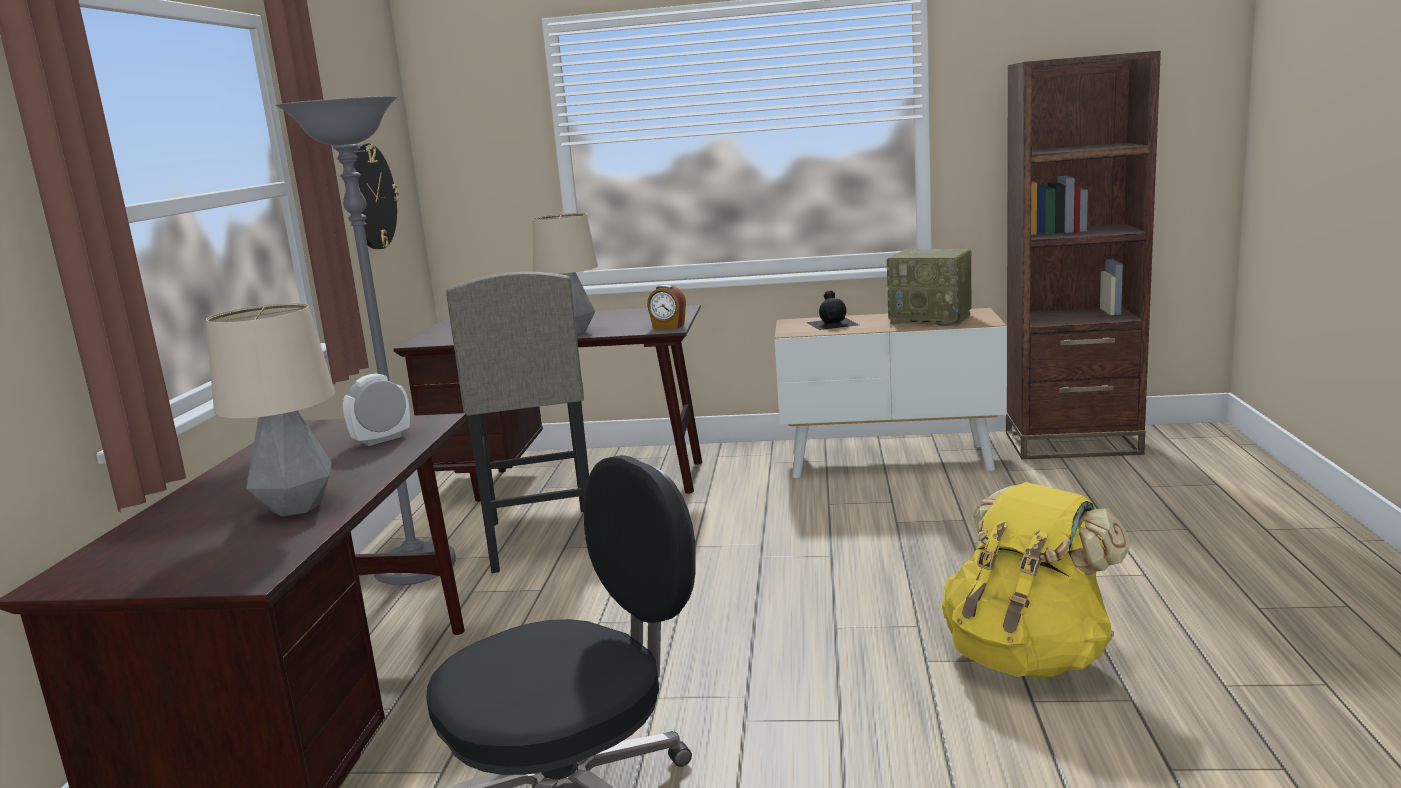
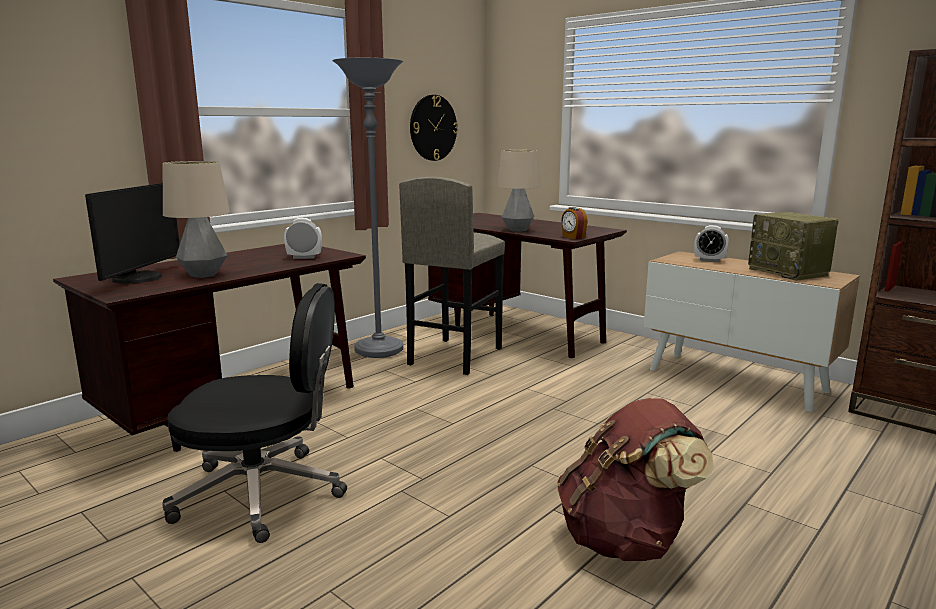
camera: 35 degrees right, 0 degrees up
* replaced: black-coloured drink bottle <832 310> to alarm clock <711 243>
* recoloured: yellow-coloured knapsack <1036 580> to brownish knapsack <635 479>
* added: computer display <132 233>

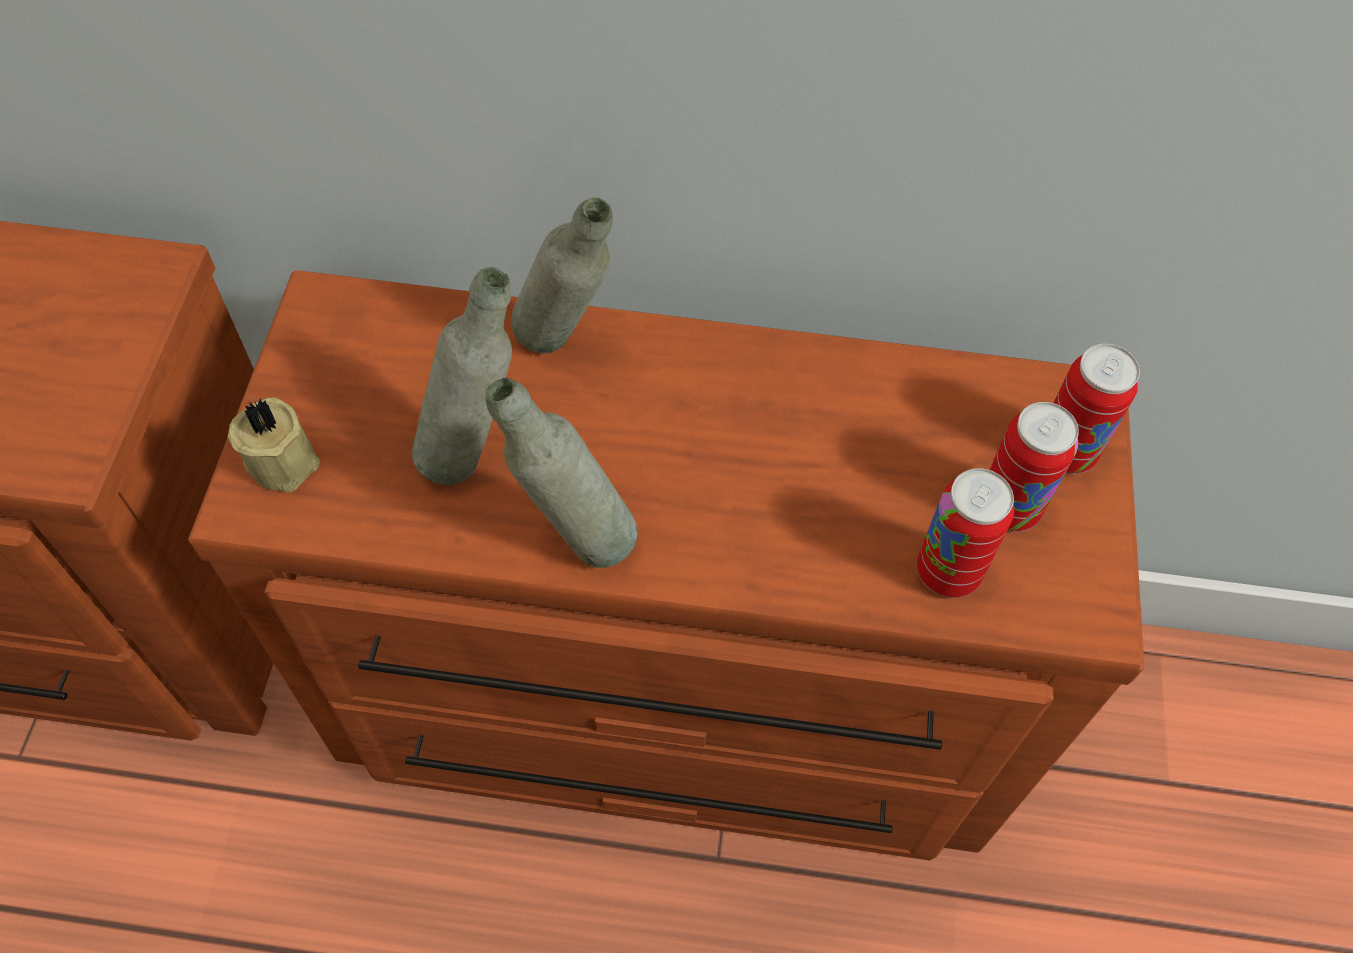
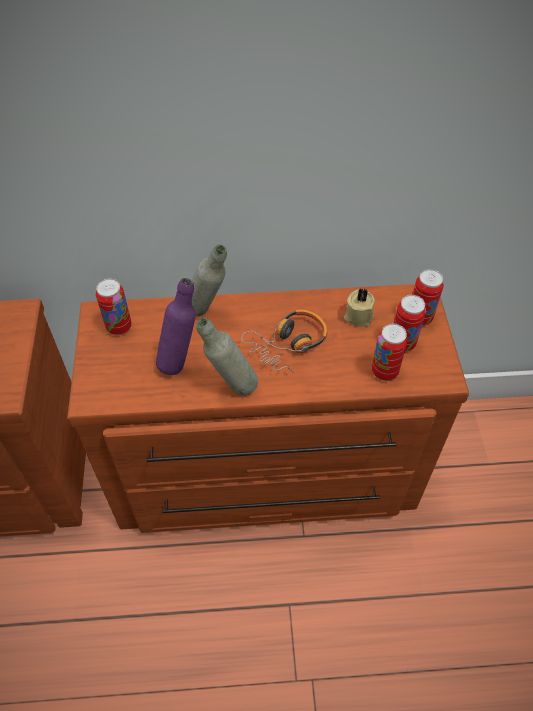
camera: 10 degrees left, 5 degrees down
* moved: beige-coloured candle <274 444> to <359 307>
* recoloured: gray drink bottle <462 376> to purple drink bottle <176 326>
* added: metal can <114 306>
* added: pair of headphones <284 341>

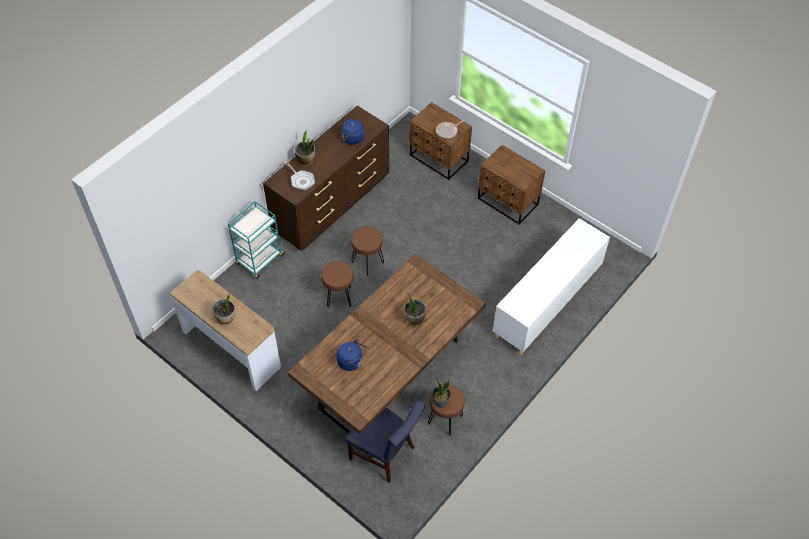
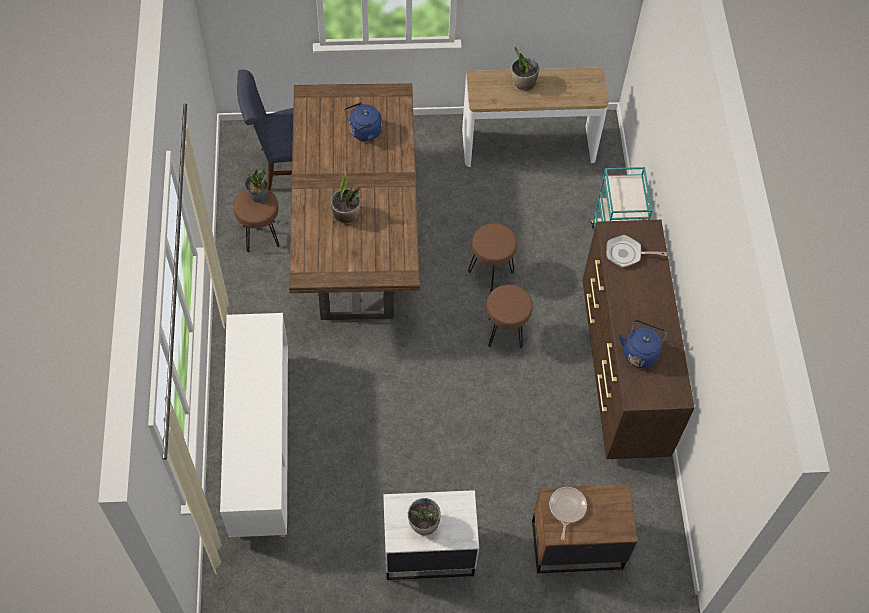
camera: 135 degrees right, 5 degrees up
* moved: potted plant <305 148> to <424 517>
* recoloured: brownish bedside table <511 185> to white-coloured bedside table <431 535>

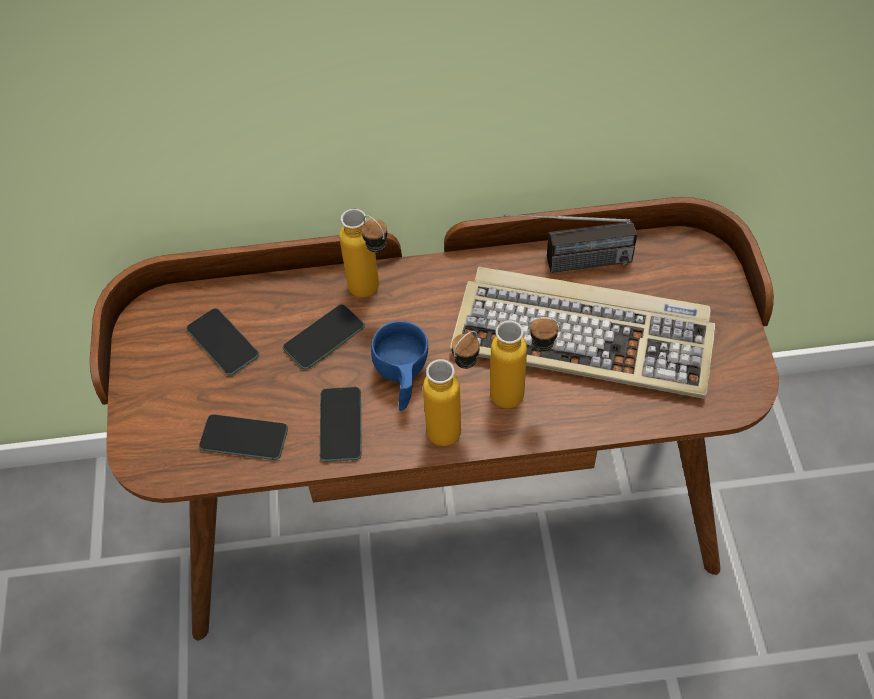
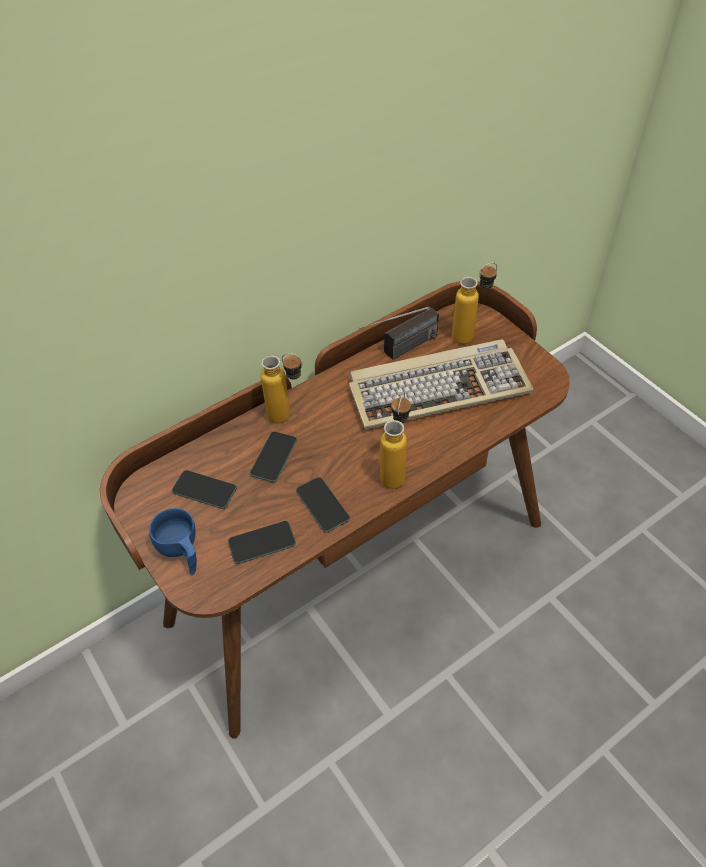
camera: 30 degrees left, 5 degrees down
* moved: blue-coloured cup <399 366> to <173 541>
* moved: drink bottle <525 362> to <474 303>

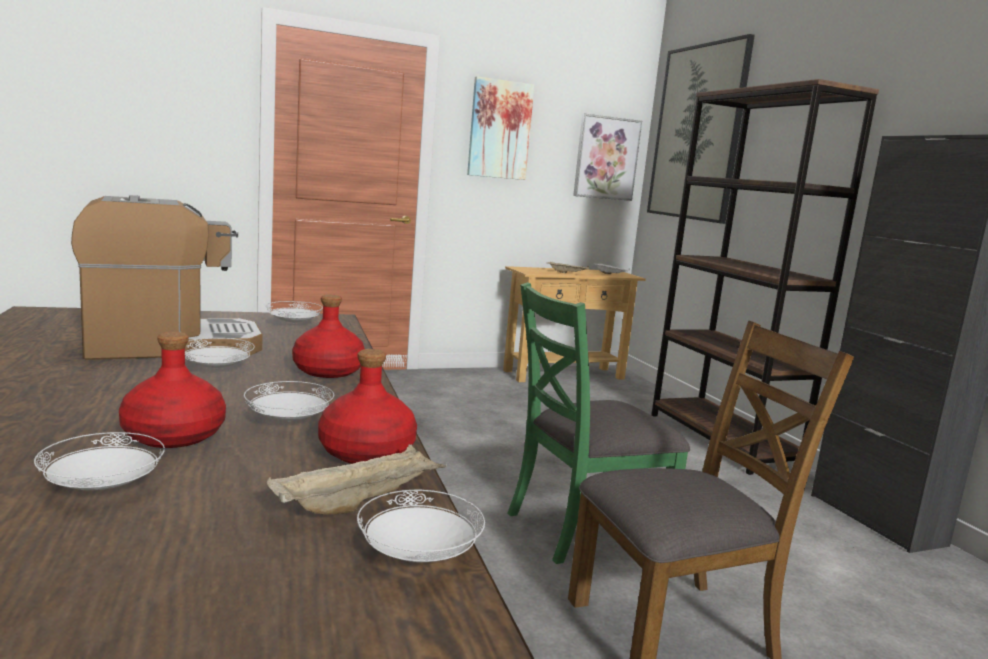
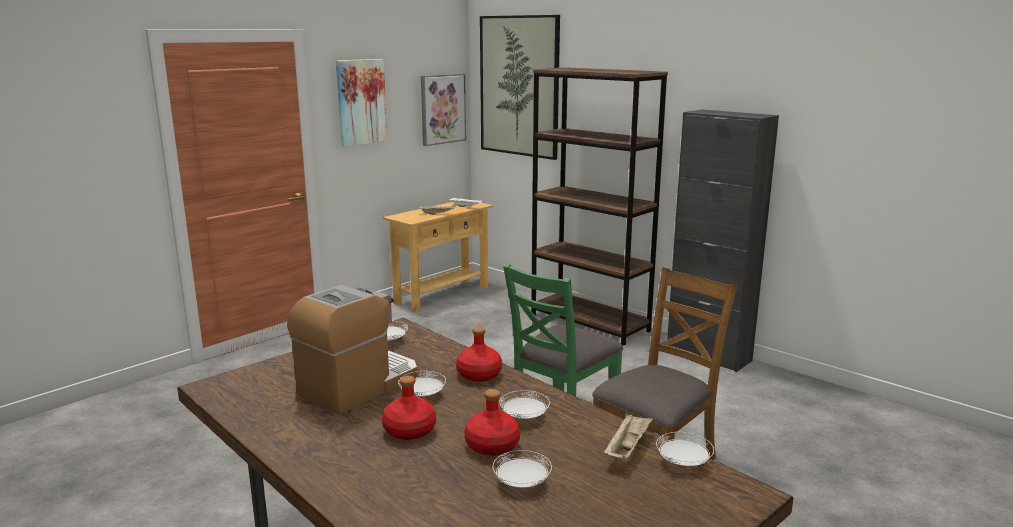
camera: 25 degrees left, 5 degrees up
* moved: red drink bottle <367 406> to <409 408>

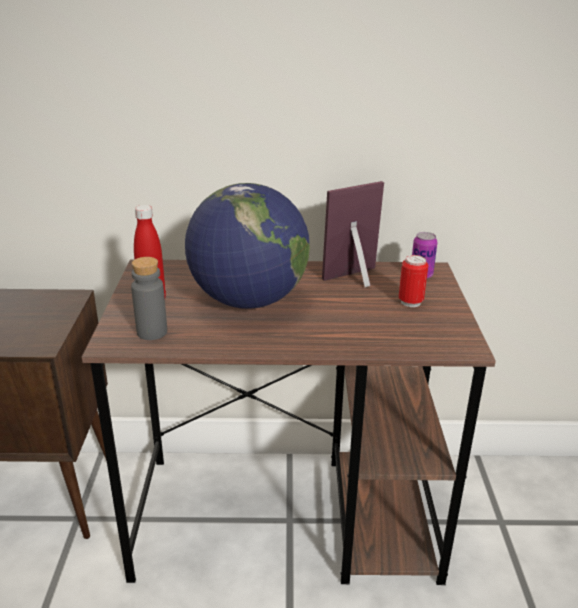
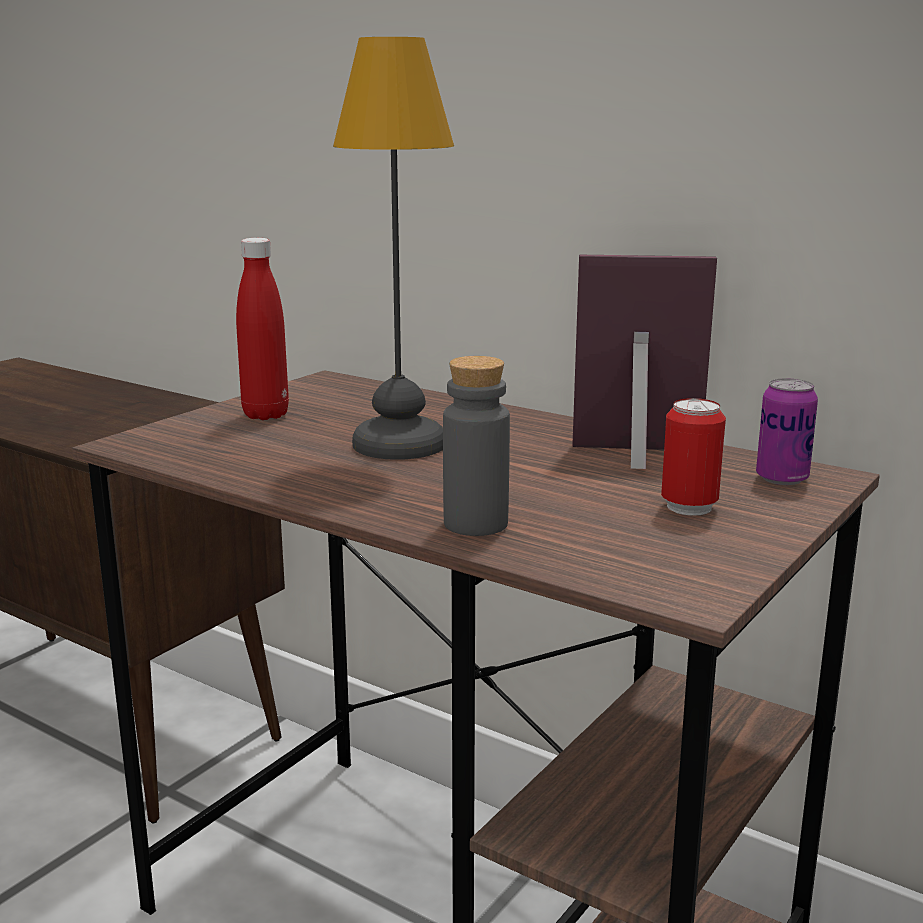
camera: 35 degrees right, 10 degrees down
* moved: gray drink bottle <149 298> to <476 446>
* replaced: world globe <247 246> to tabletop lamp <393 248>

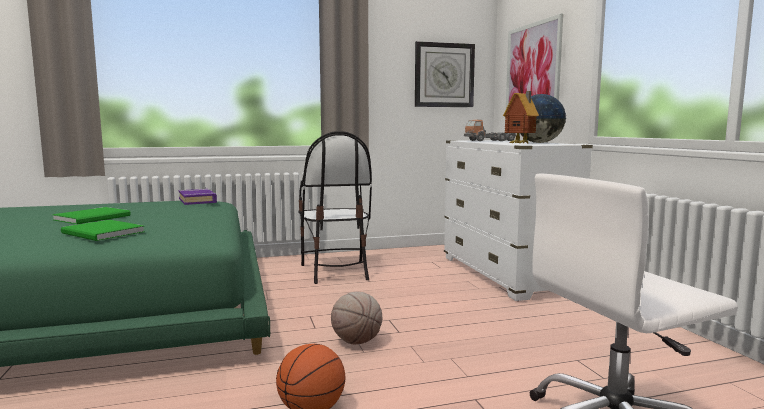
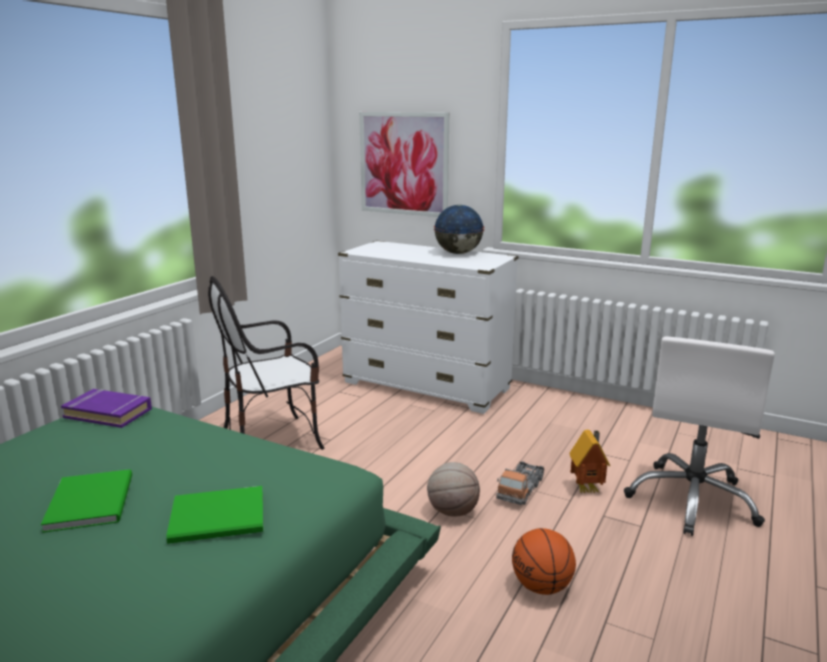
camera: 45 degrees left, 10 degrees up
* turned: chair <335 207> = <266 363> 120 degrees clockwise
* removed: hanging clock <445 74>
* moved: toy lorry <490 130> to <520 483>
* moved: model house <521 117> to <589 461>

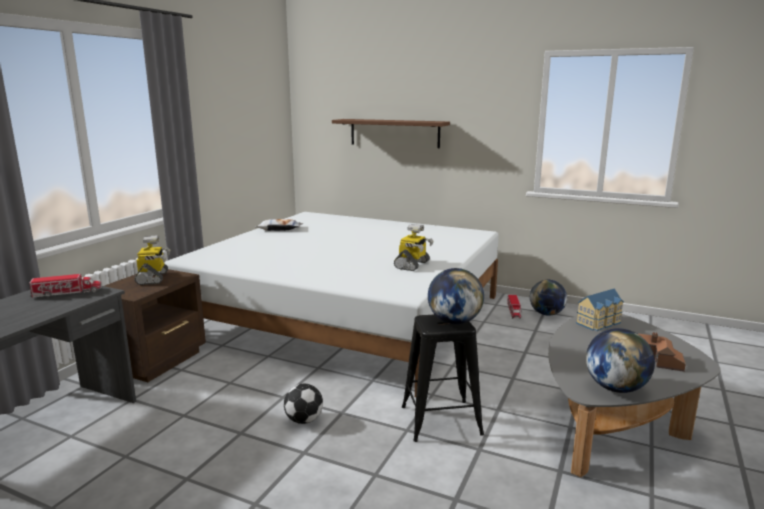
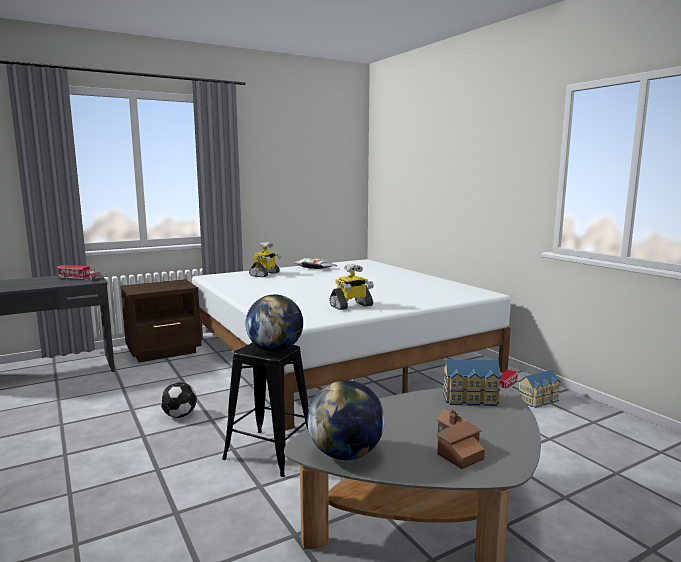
camera: 35 degrees right, 5 degrees down
* moved: robot figure <152 260> to <265 259>
* removed: brownish shelf <391 133>
* replaced: world globe <548 298> to model house <539 388>

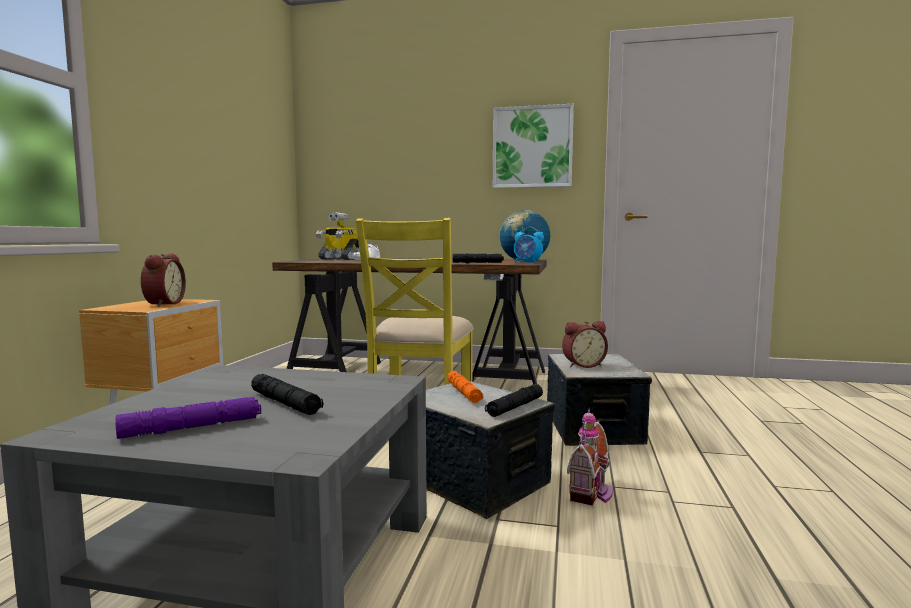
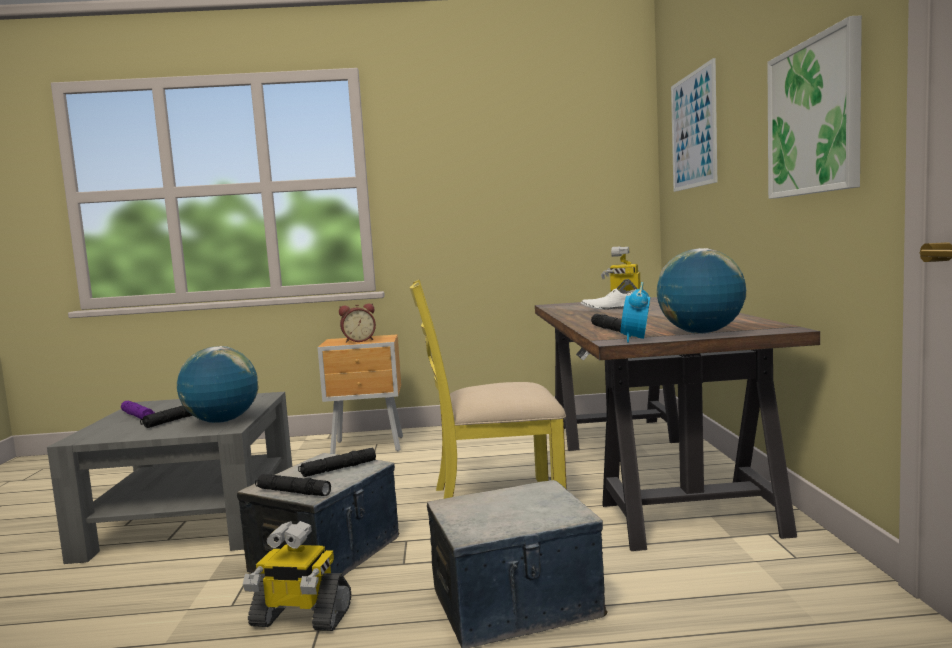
camera: 75 degrees right, 0 degrees up
* recoloured: orangey torch <465 387> to black-coloured torch <337 462>
* removed: alarm clock <585 344>
* replaced: model house <590 456> to robot figure <297 576>
* added: world globe <218 384>
* added: picture <694 125>

